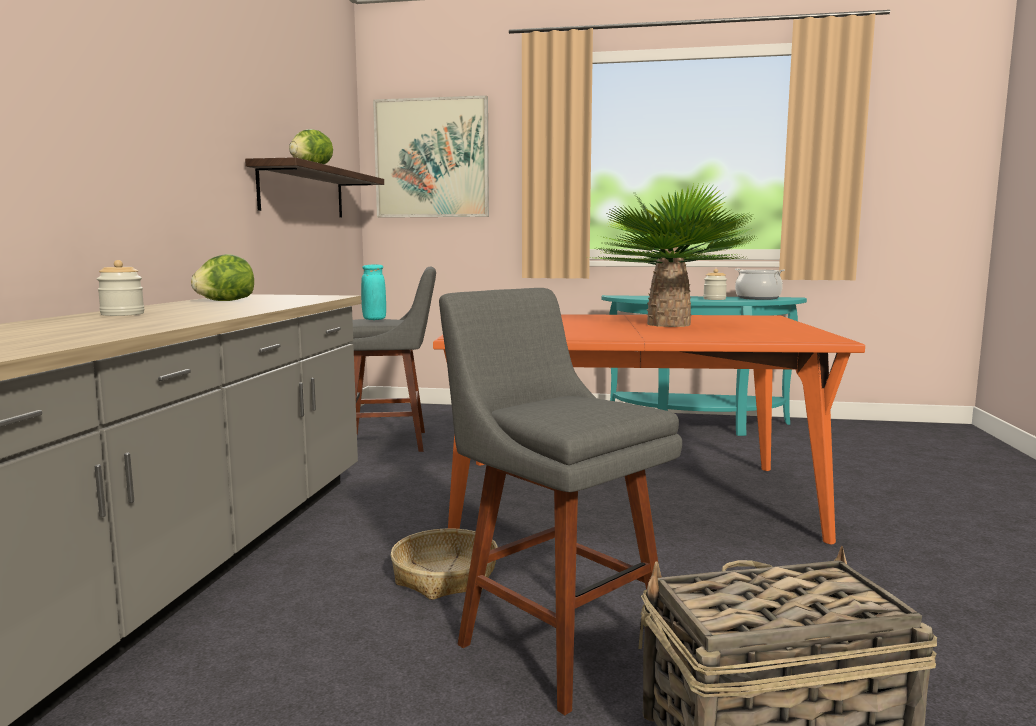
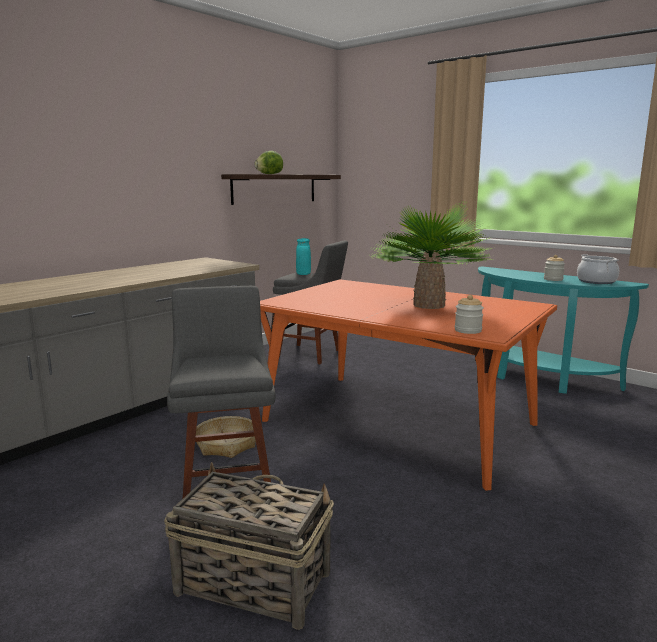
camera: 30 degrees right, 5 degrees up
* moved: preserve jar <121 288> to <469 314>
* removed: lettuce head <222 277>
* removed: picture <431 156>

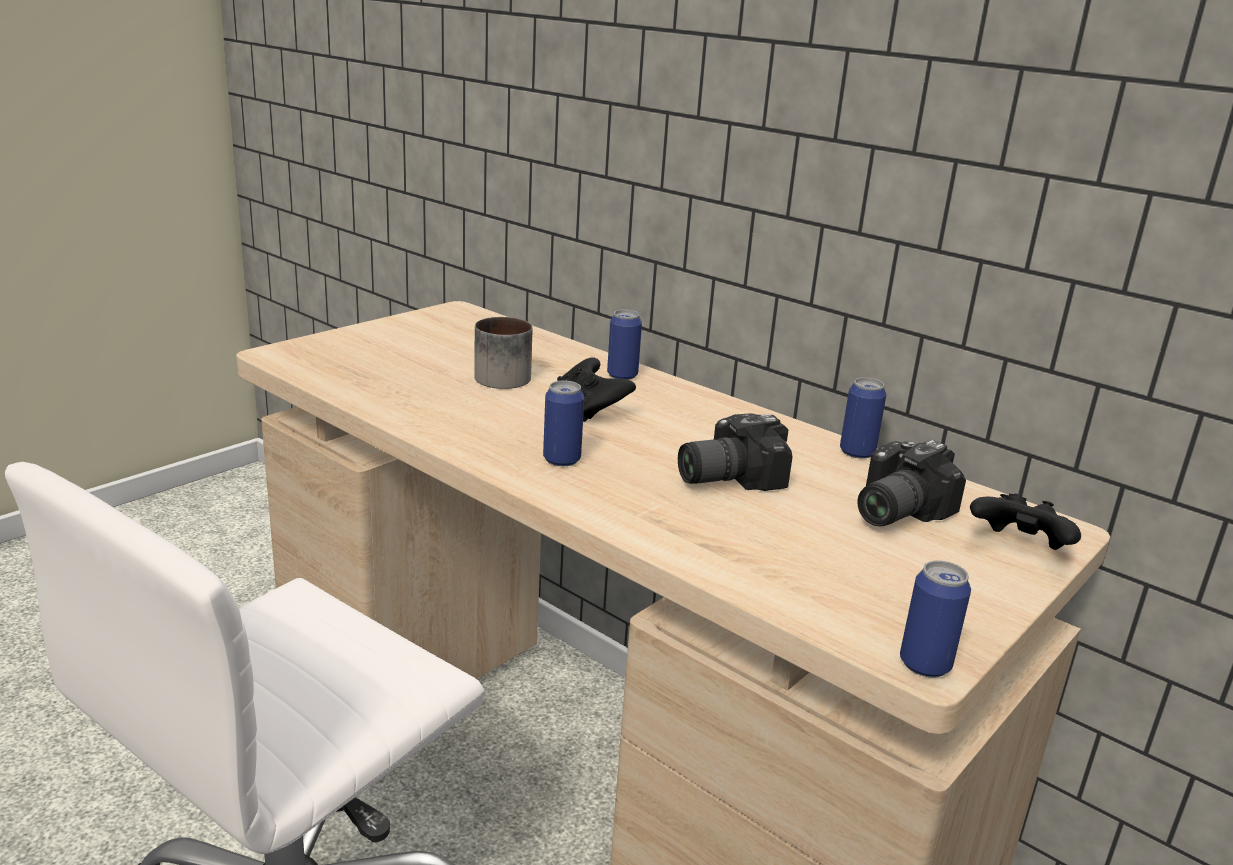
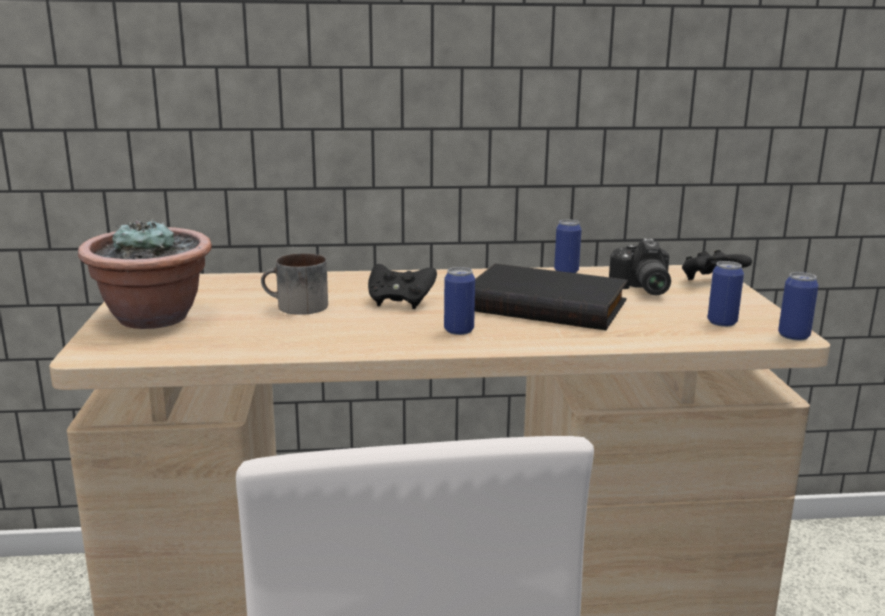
camera: 45 degrees left, 5 degrees down
* moved: metal can <624 345> to <726 294>
* replaced: photo camera <735 452> to black-coloured volume <551 296>
* added: potted plant <145 273>

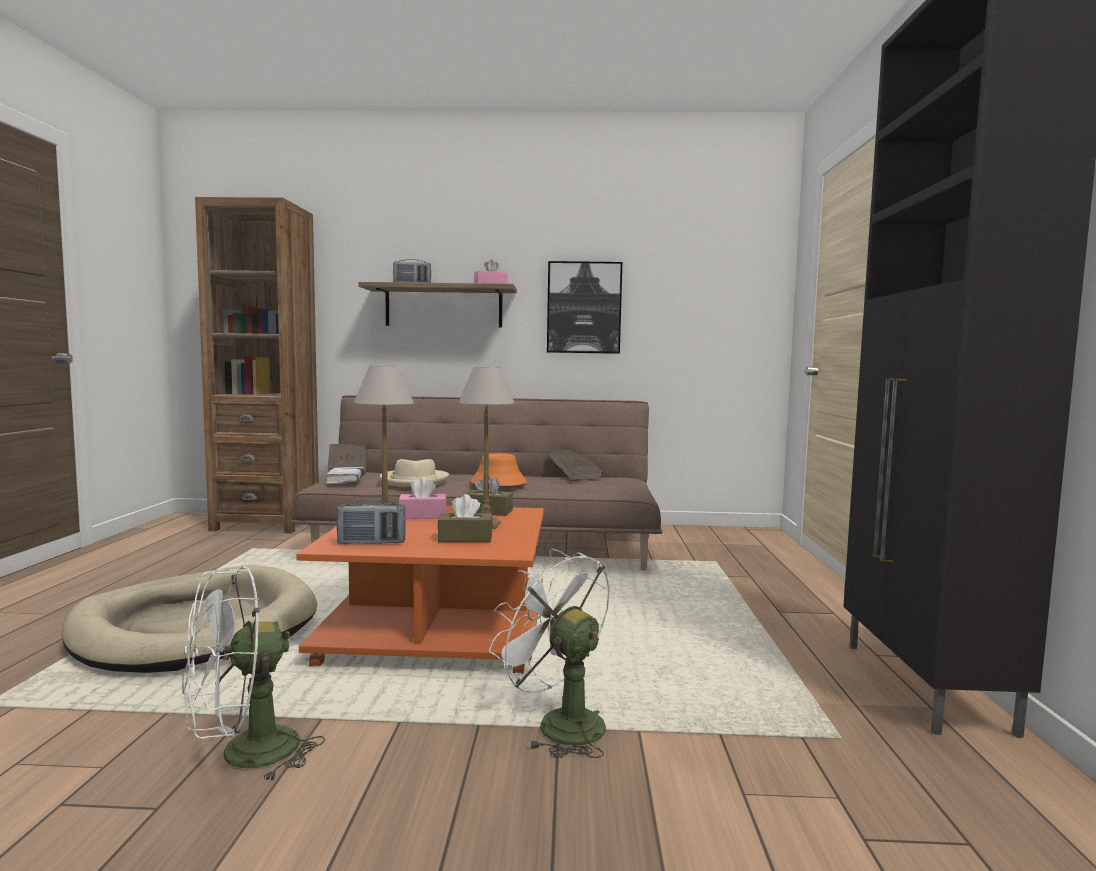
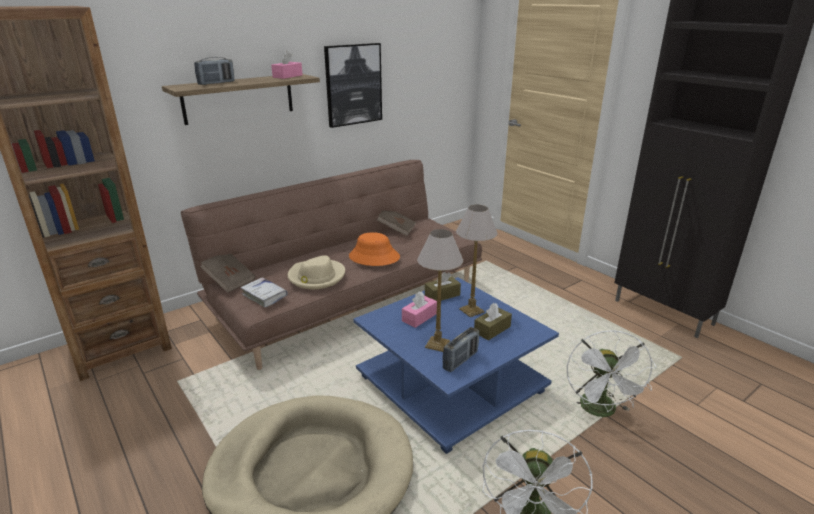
camera: 40 degrees left, 20 degrees up
* recoloured: orangey low table <420 589> to blue-coloured low table <456 365>
* turned: white-coloured cooling fan <549 653> = <612 373> 90 degrees counterclockwise

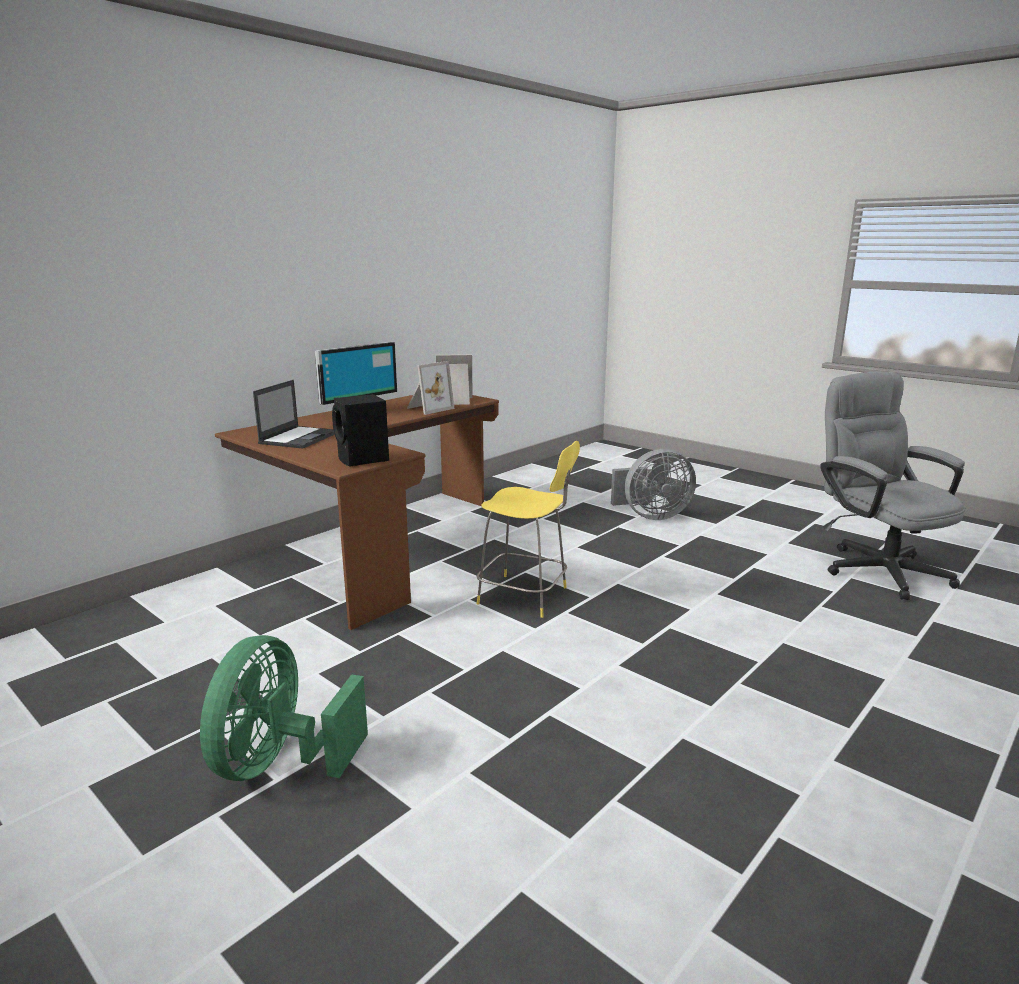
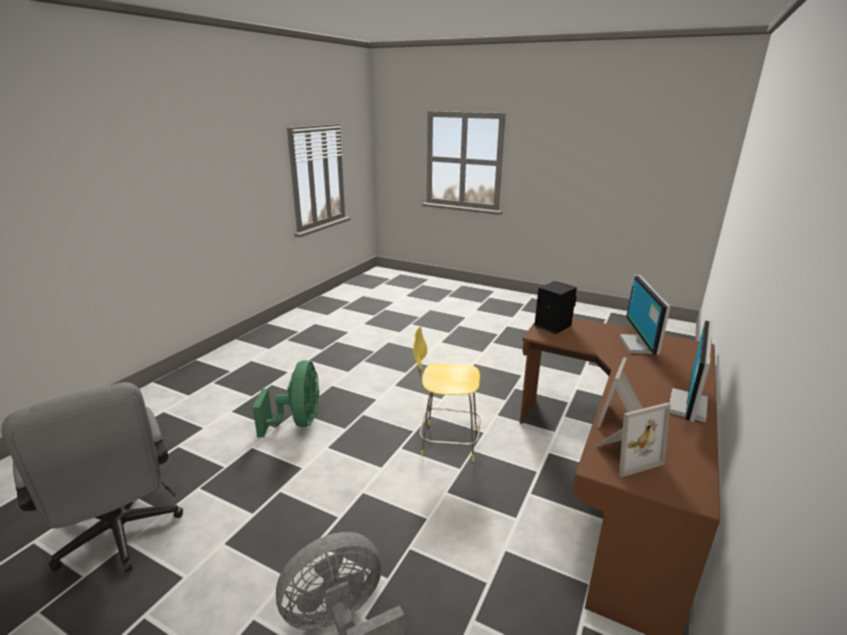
camera: 165 degrees right, 5 degrees up
* moved: green-coloured cooling fan <284 708> to <286 398>
* replaced: portable computer <294 414> to computer display <645 315>

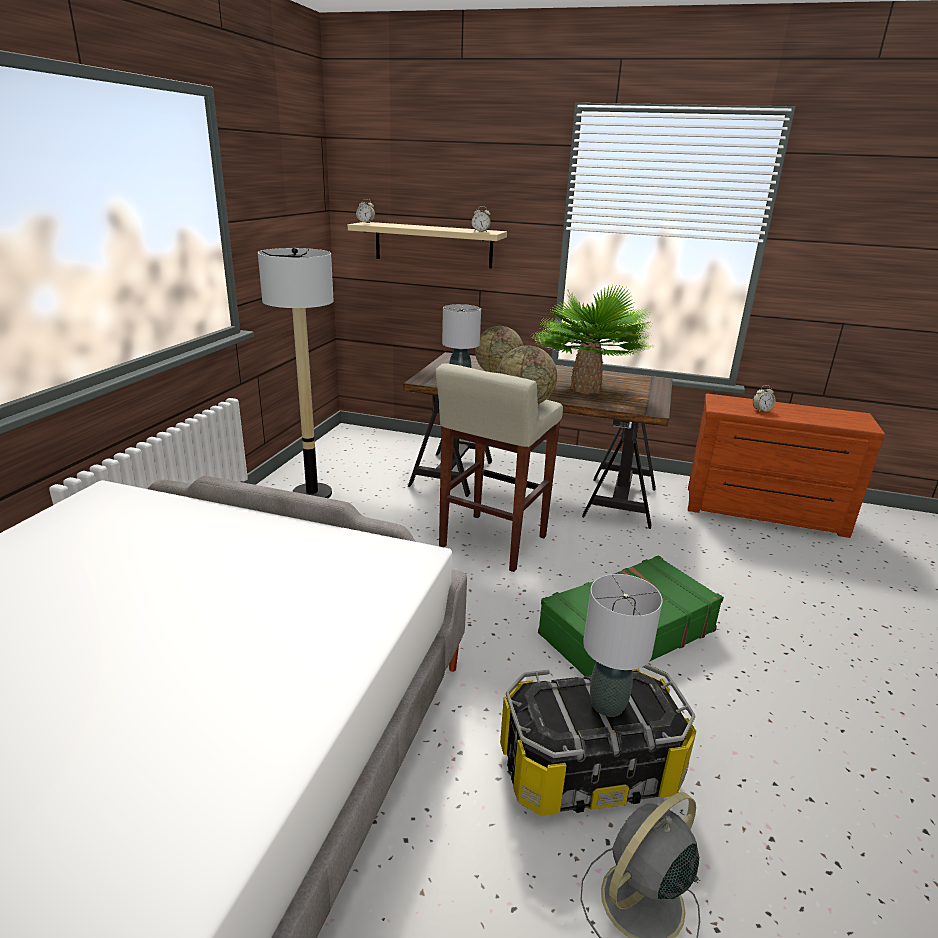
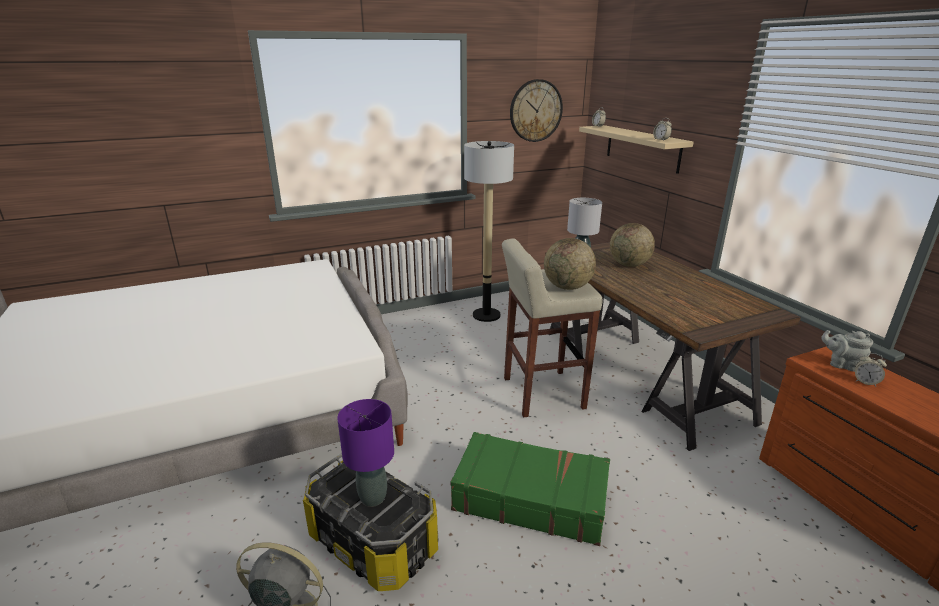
camera: 50 degrees right, 0 degrees up
* removed: potted plant <592 338>
* recoloured: gray tabletop lamp <623 645> to purple tabletop lamp <365 453>
* added: hanging clock <536 110>
* added: gray pot for tea <847 351>

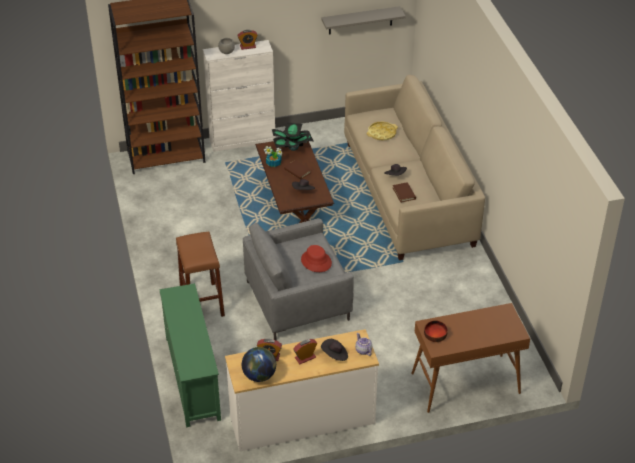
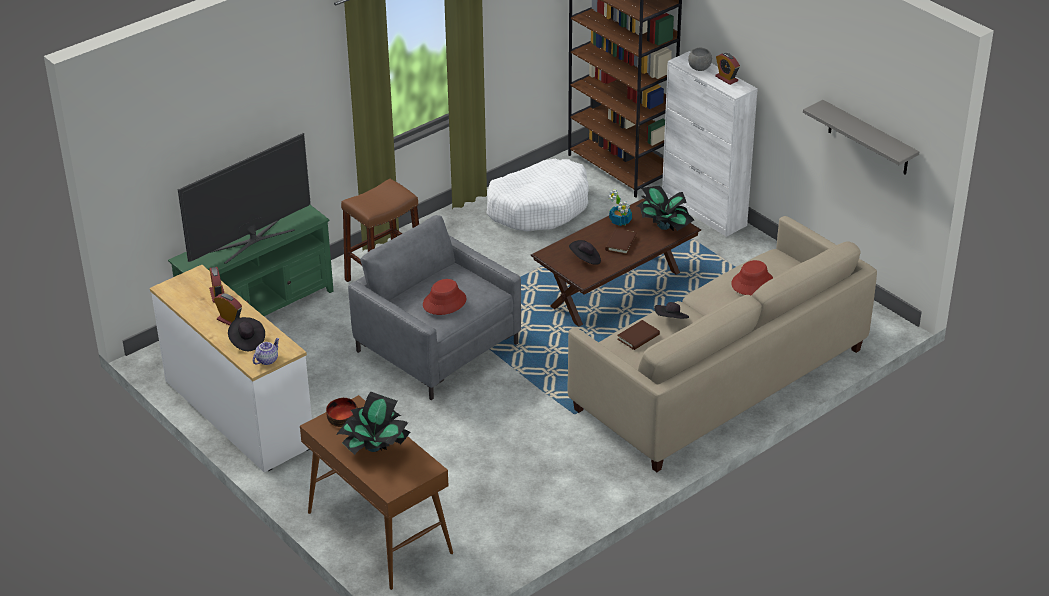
camera: 65 degrees right, 5 degrees down
* removed: world globe <259 364>
* replaced: yellow-coloured carrying tray <382 130> to red clothing hat <752 277>
* added: television <244 198>
* added: potted plant <373 423>
* added: white-coloured dog bed <537 195>

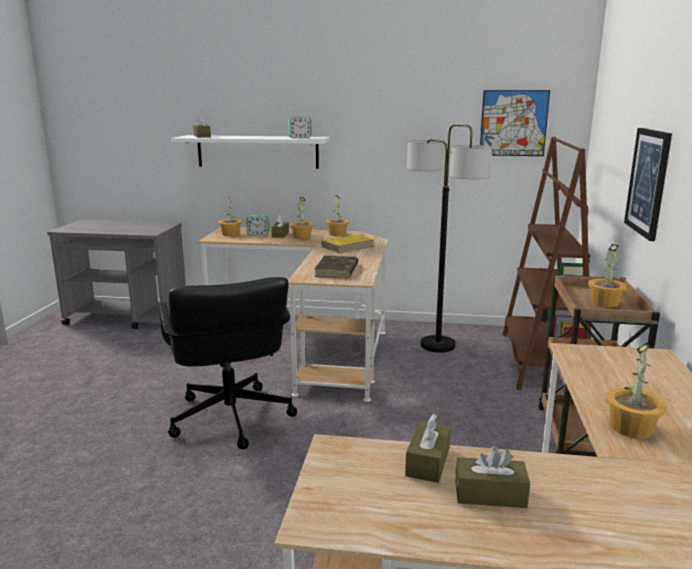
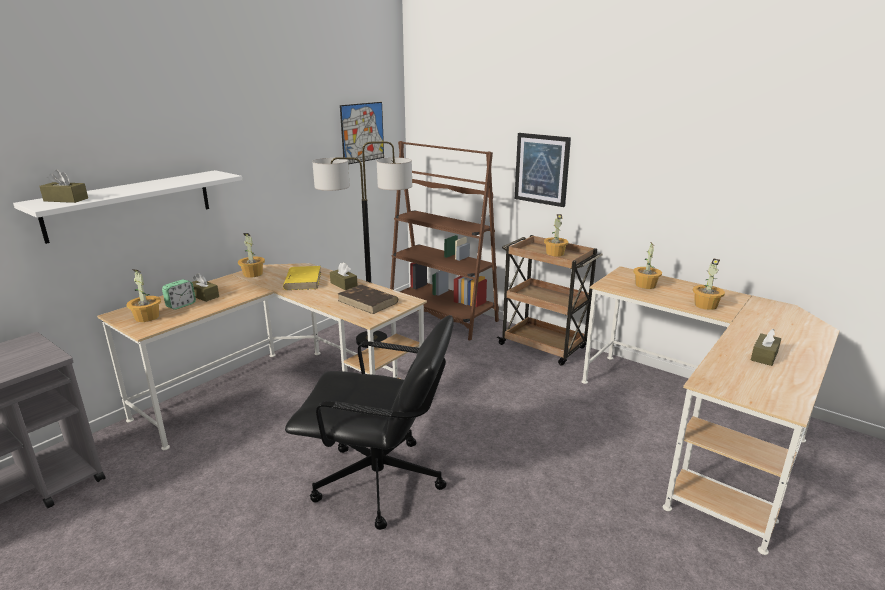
camera: 60 degrees left, 5 degrees up
* removed: alarm clock <300 127>
* moved: potted plant <302 218> to <647 265>
* moved: brownish tissue box <428 448> to <344 276>

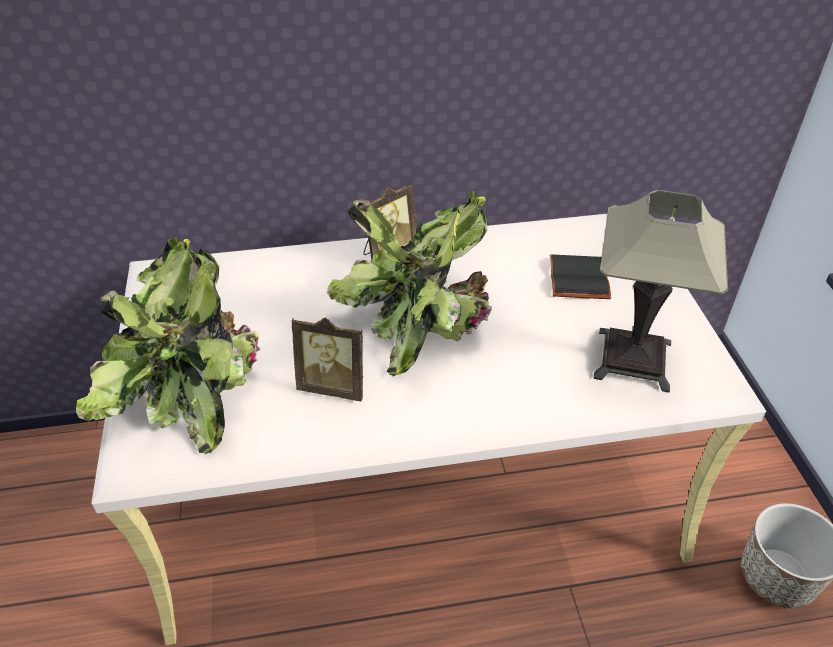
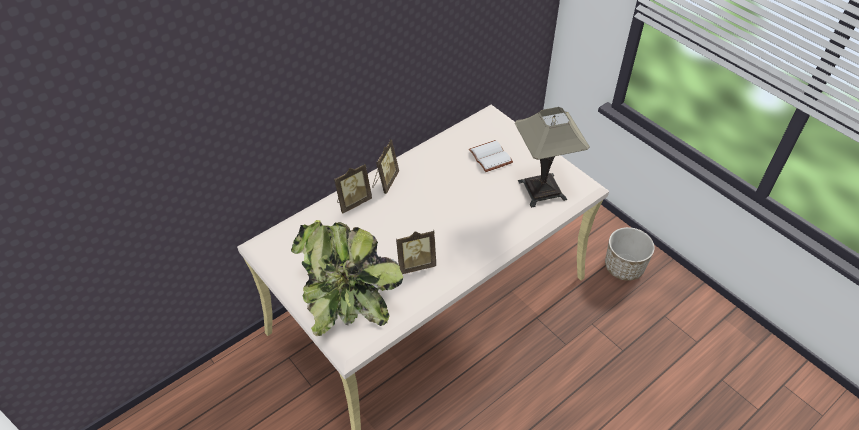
camera: 30 degrees left, 5 degrees up
* removed: potted plant <409 284>
* recoloured: black-coloured volume <580 276> to white-coloured volume <491 156>
* added: picture frame <353 188>

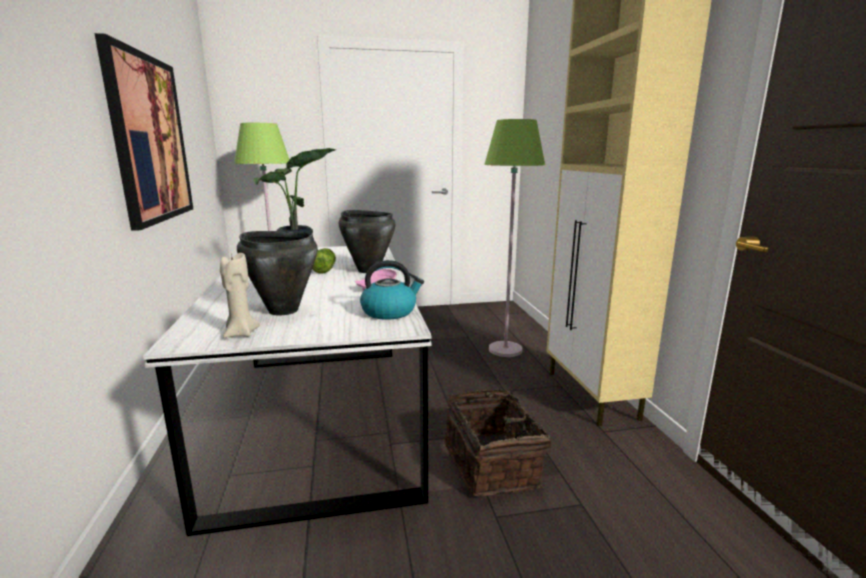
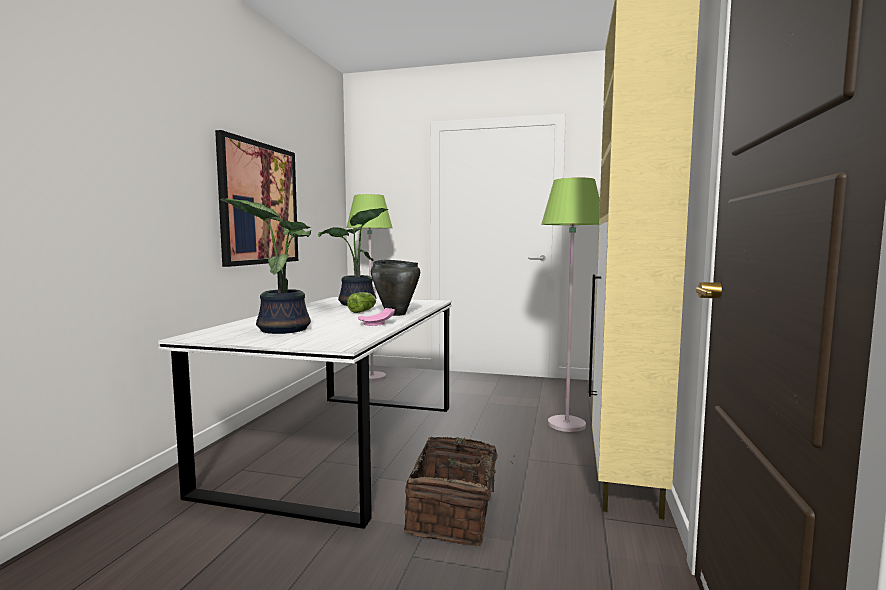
camera: 25 degrees right, 10 degrees down
* removed: beige-coloured candle <240 295>
* replaced: black-coloured cooking pot <277 273> to potted plant <265 266>
* removed: water kettle <392 290>

